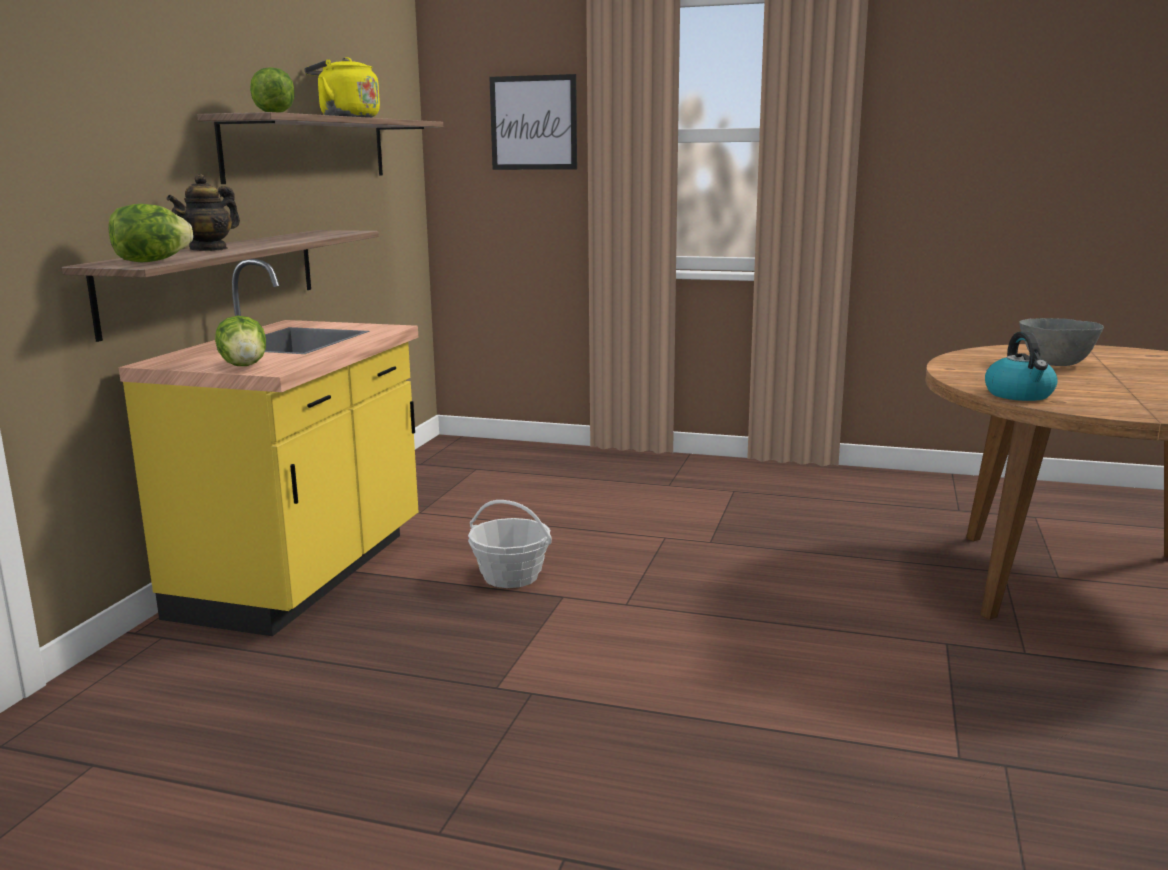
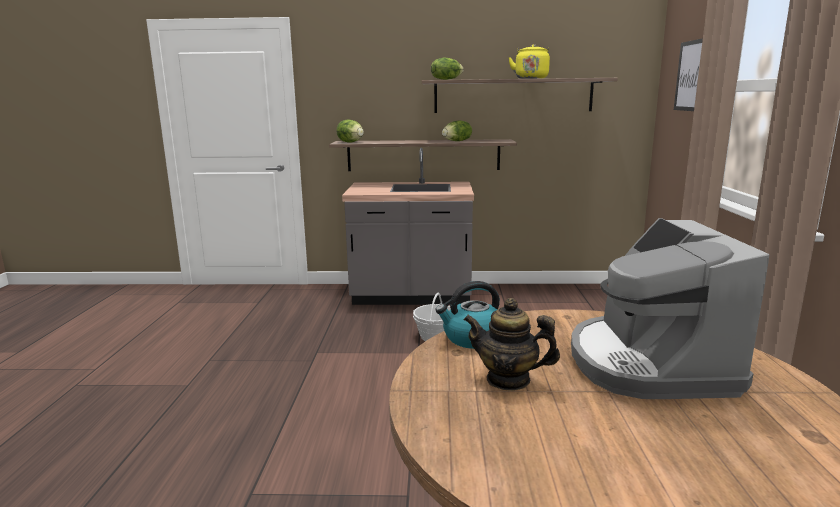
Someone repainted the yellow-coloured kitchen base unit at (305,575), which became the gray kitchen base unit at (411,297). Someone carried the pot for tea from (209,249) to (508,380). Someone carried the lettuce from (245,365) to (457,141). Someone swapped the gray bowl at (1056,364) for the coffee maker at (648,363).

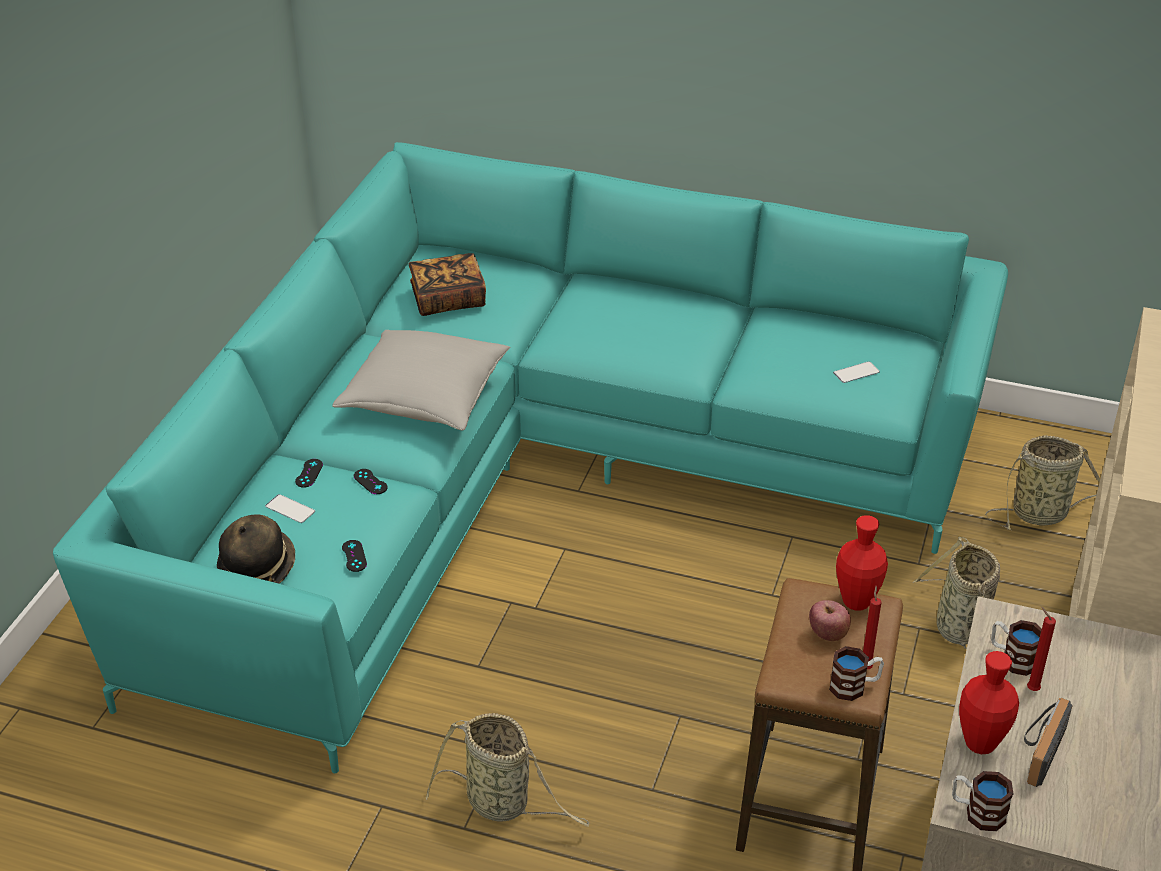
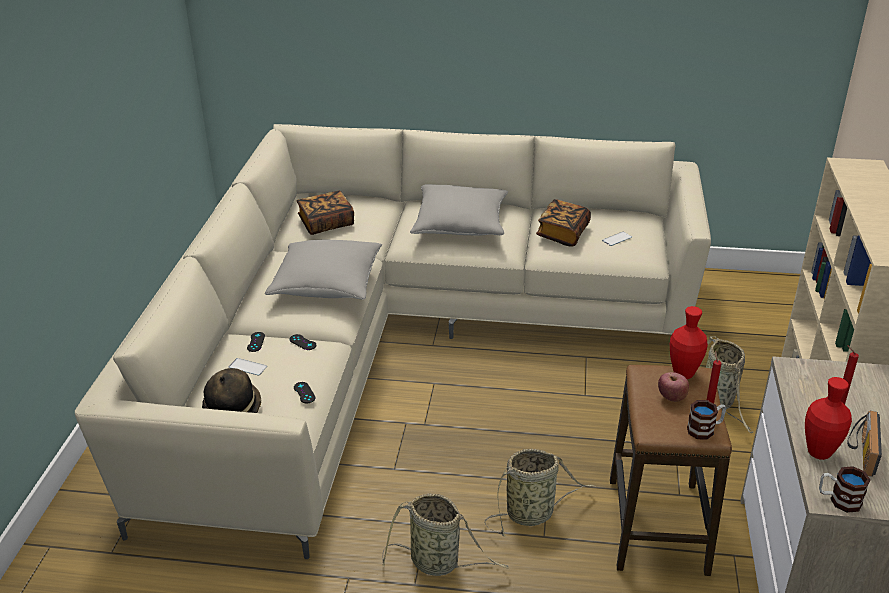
Someone repainted the blue-green couch at (527,478), which became the sand-coloured couch at (395,341). Someone carried the basket from (1043,513) to (533,513). Someone took away the coffee mug at (1012,658). Someone put down the gray pillow at (460,224). Someone put down the volume at (563,234).

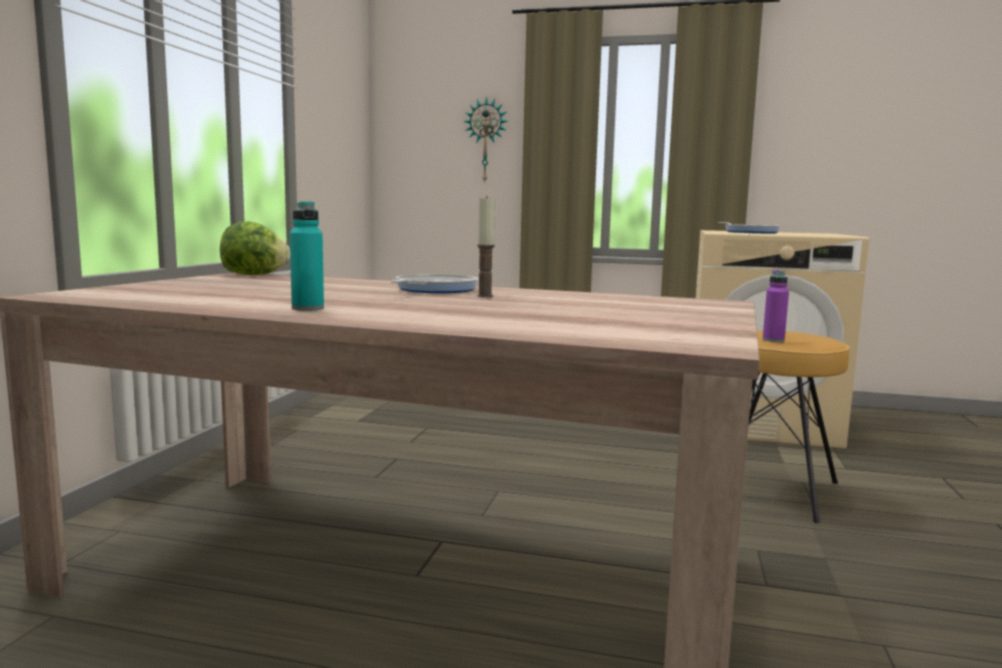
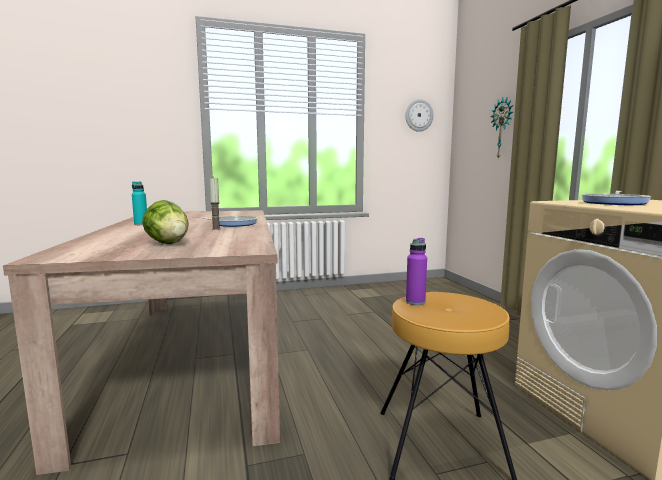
Someone carried the lettuce from (254,275) to (168,243). Someone put up the wall clock at (418,115).

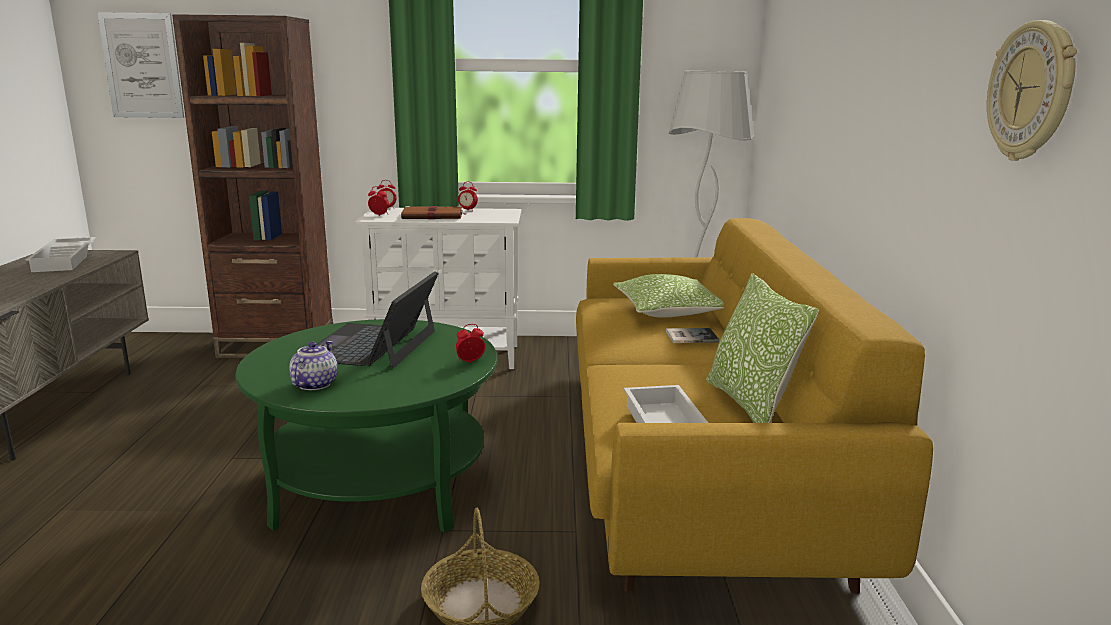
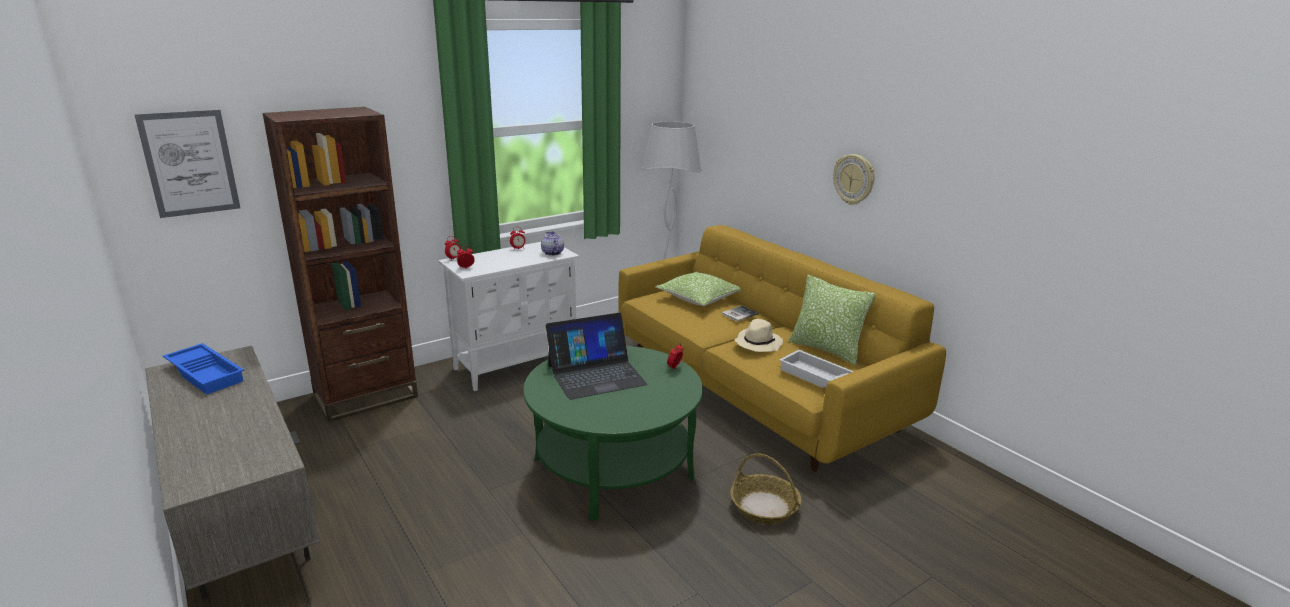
Someone repainted the whitish serving tray at (66,260), which became the blue-coloured serving tray at (207,373). Someone carried the pot for tea from (314,384) to (552,253). Someone rotated the notebook computer at (371,345) by 90 degrees counterclockwise. Someone took away the brown-coloured volume at (433,216). Someone carried the wall clock from (1032,92) to (854,179). Someone put down the sand-coloured clothing hat at (758,343).

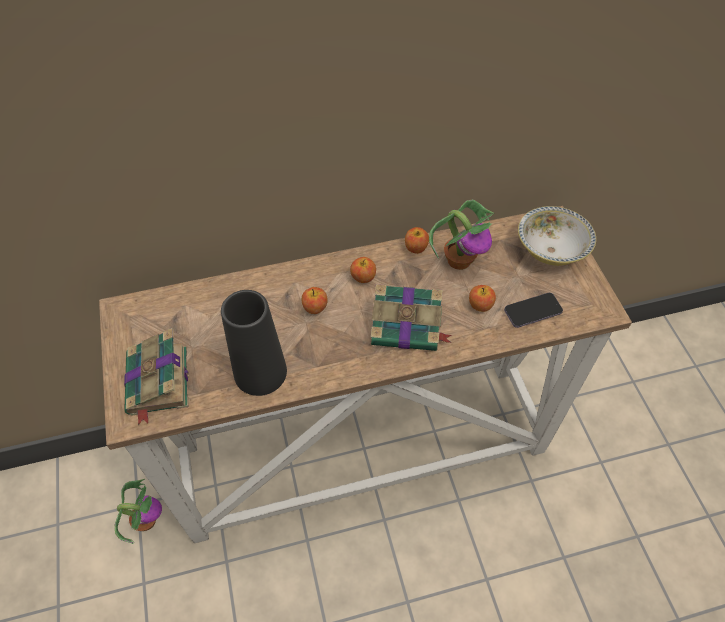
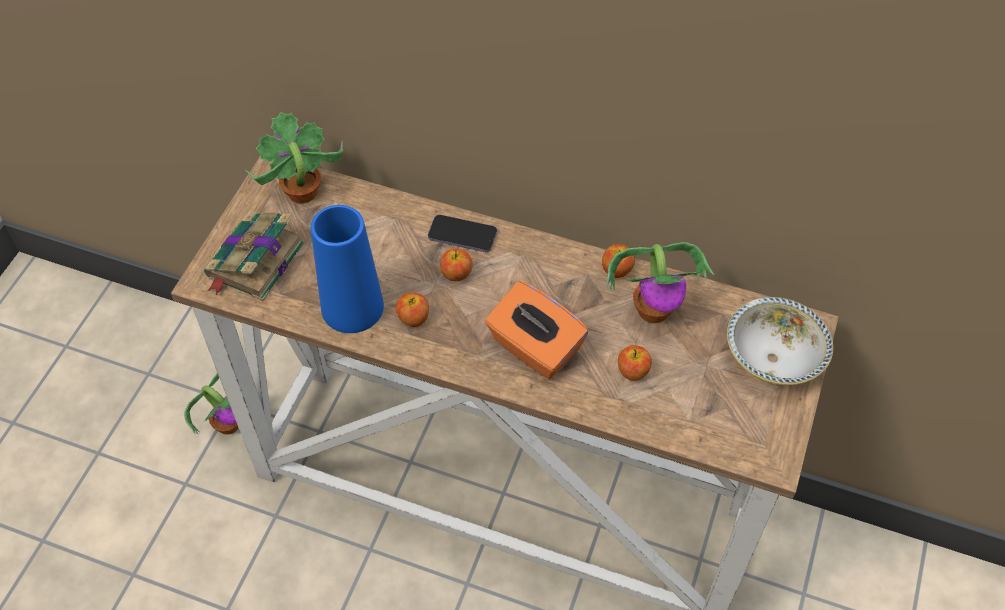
Someone repainted the black-coloured decorative vase at (260,372), which became the blue-coloured decorative vase at (352,307). Someone carried the whole apple from (363,277) to (413,318). Someone swapped the volume at (407,326) for the orangey box of tissues at (534,348). Someone carried the handset from (532,311) to (462,235). Someone put down the potted plant at (301,193).

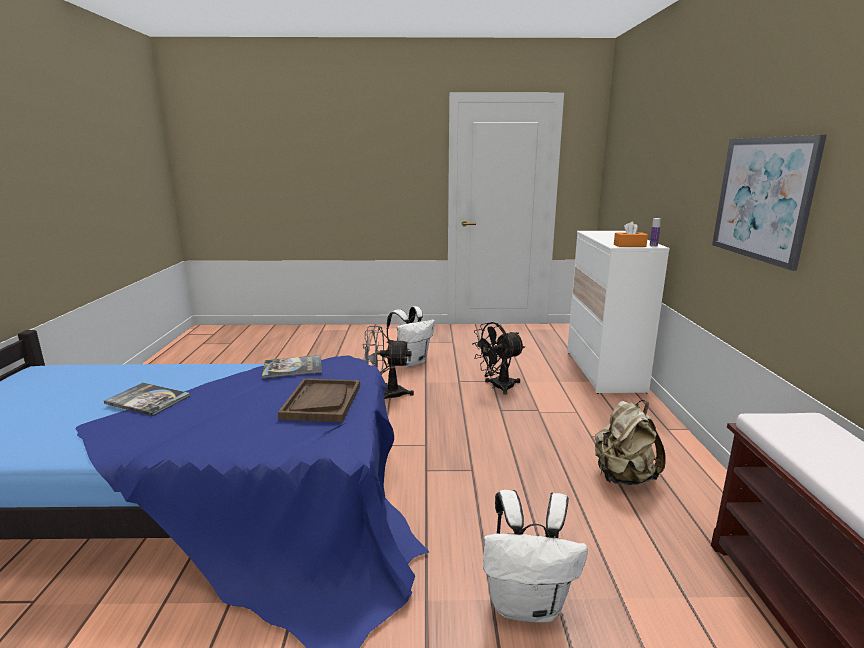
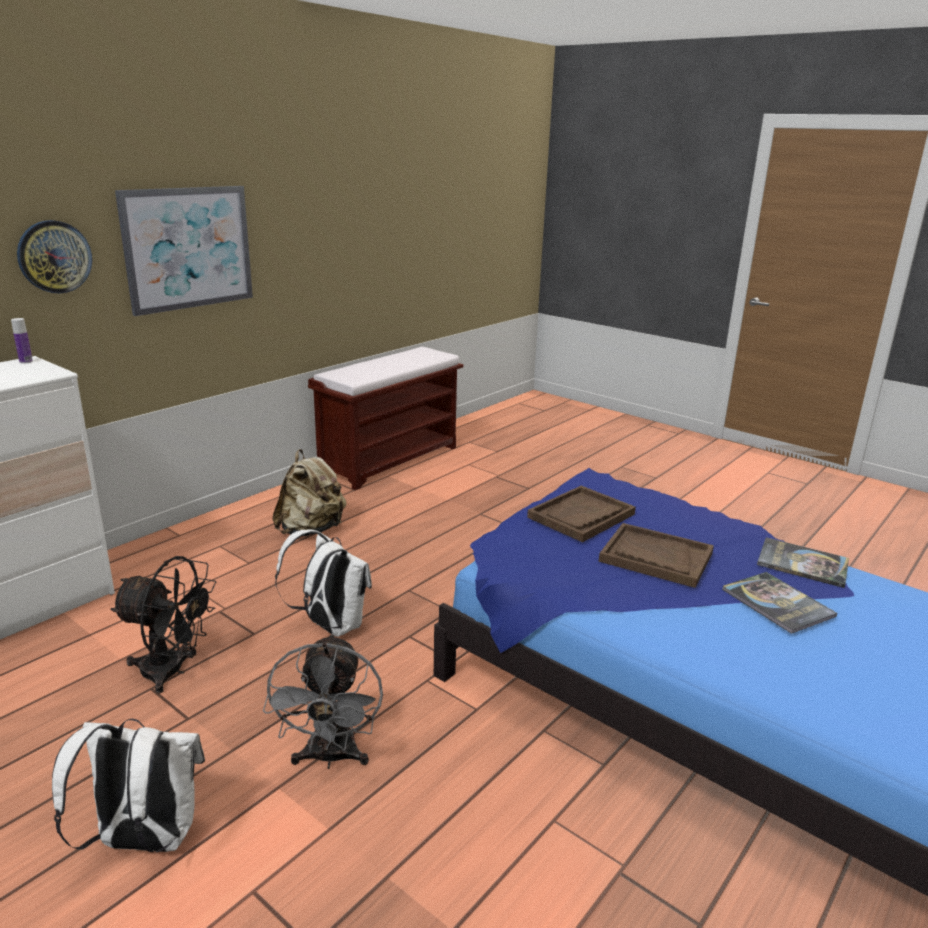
Someone carried the volume from (293,367) to (802,563). Someone rotated the gray fan at (386,394) by 45 degrees clockwise. Someone carried the whitish backpack from (527,604) to (330,626). Someone took away the orangey box of tissues at (629,245). Someone put up the wall clock at (54,257). Someone put down the brown-coloured serving tray at (655,557).

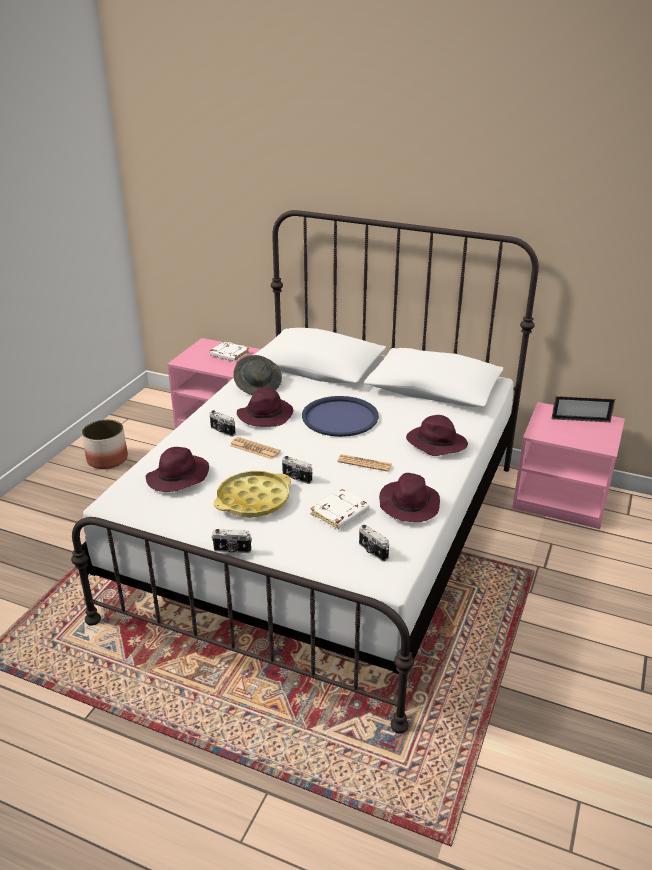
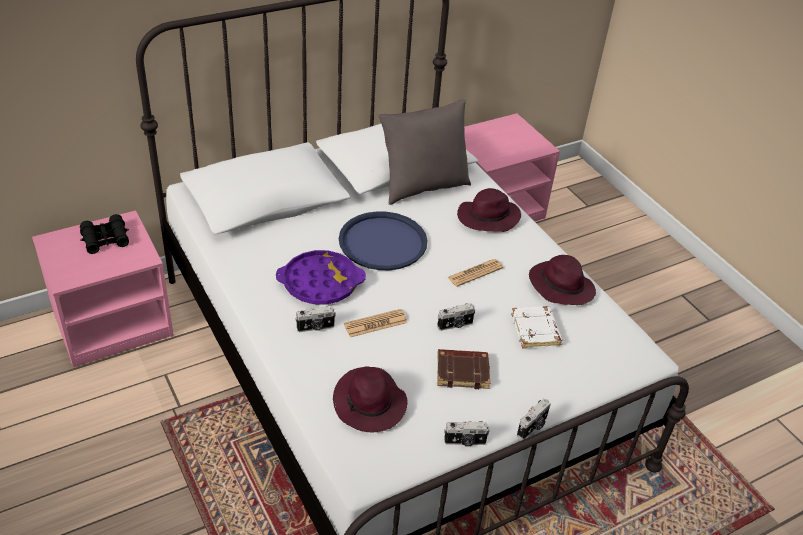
Someone took away the flower pot at (107,459). Someone swapped the whitish volume at (228,354) for the black-coloured field glasses at (105,239). Someone swapped the yellow-coloured serving tray at (253,500) for the brown-coloured volume at (463,371). Someone took away the gray clothing hat at (258,386). Someone swapped the purple-coloured clothing hat at (265,415) for the purple-coloured serving tray at (320,283). Someone carried the photo camera from (372,551) to (465,442). Someone took away the picture frame at (580,420). Someone put down the gray pillow at (423,187).

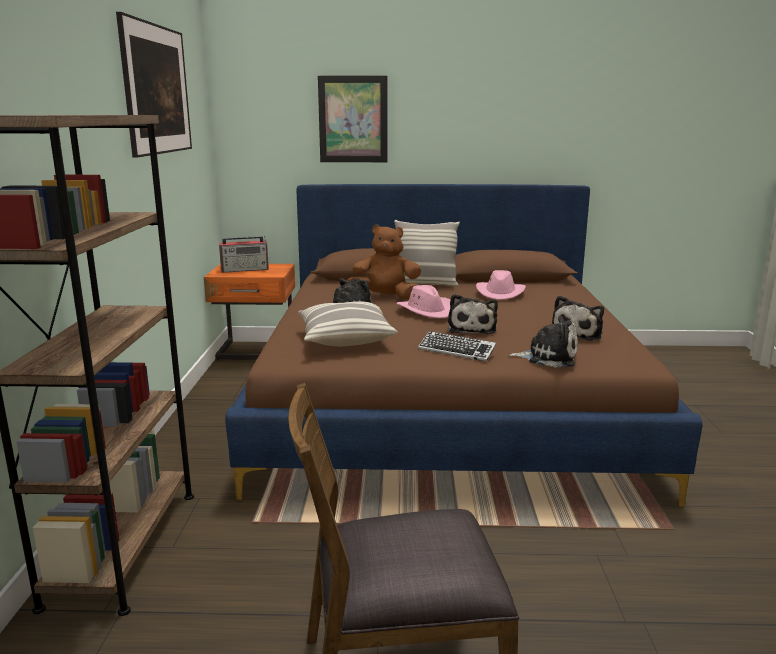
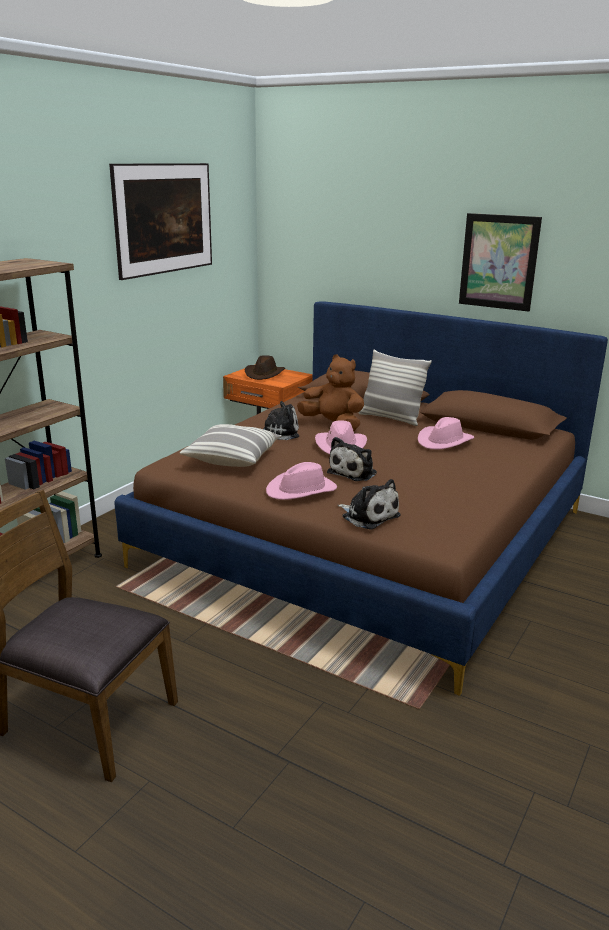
Someone swapped the radio set at (245,269) for the brown-coloured clothing hat at (264,374). Someone carried the picture from (353,119) to (498,262). Someone swapped the keyboard at (456,351) for the pink-coloured clothing hat at (302,490). Someone took away the cuddly toy at (578,333).

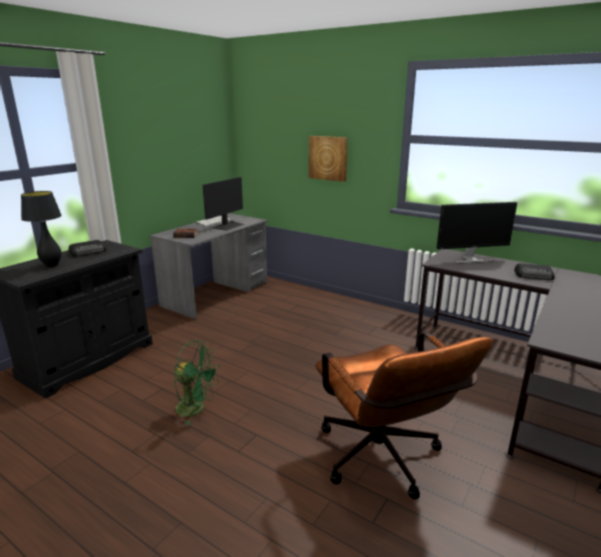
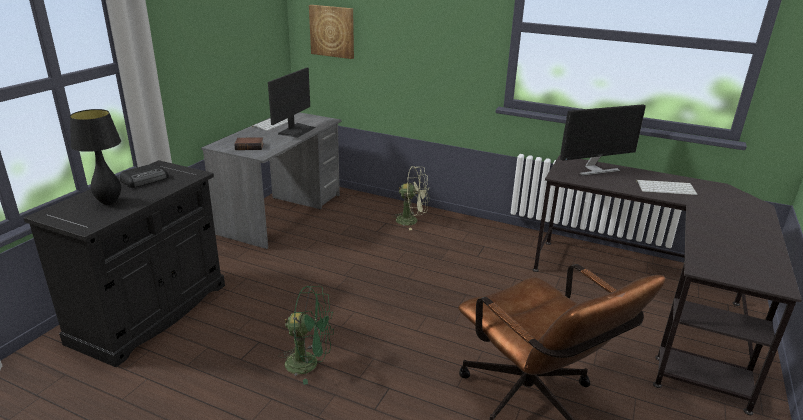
Someone carried the picture from (328,158) to (332,31). Someone swapped the radio set at (534,275) for the keyboard at (666,188). Someone put down the green fan at (412,221).

